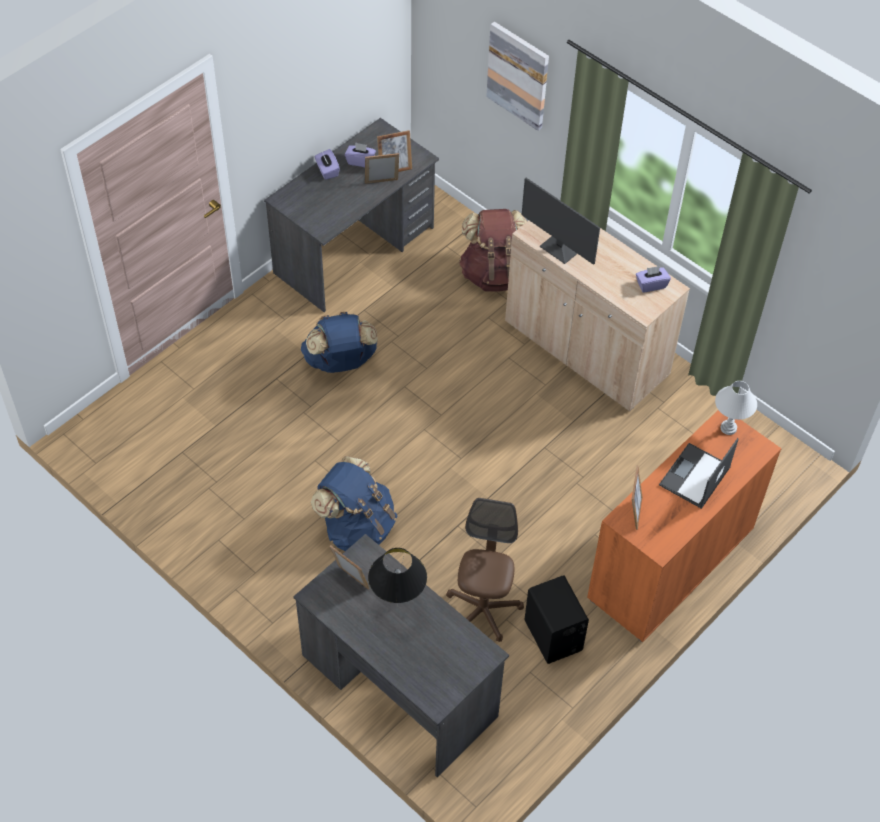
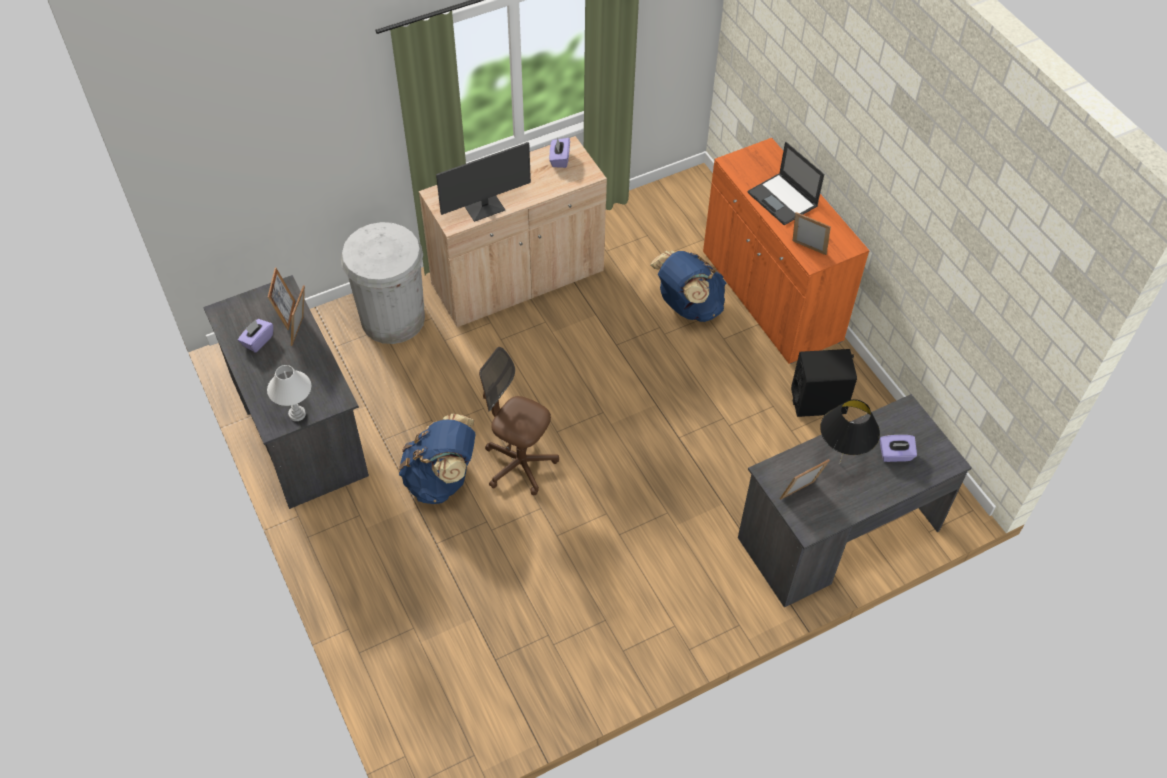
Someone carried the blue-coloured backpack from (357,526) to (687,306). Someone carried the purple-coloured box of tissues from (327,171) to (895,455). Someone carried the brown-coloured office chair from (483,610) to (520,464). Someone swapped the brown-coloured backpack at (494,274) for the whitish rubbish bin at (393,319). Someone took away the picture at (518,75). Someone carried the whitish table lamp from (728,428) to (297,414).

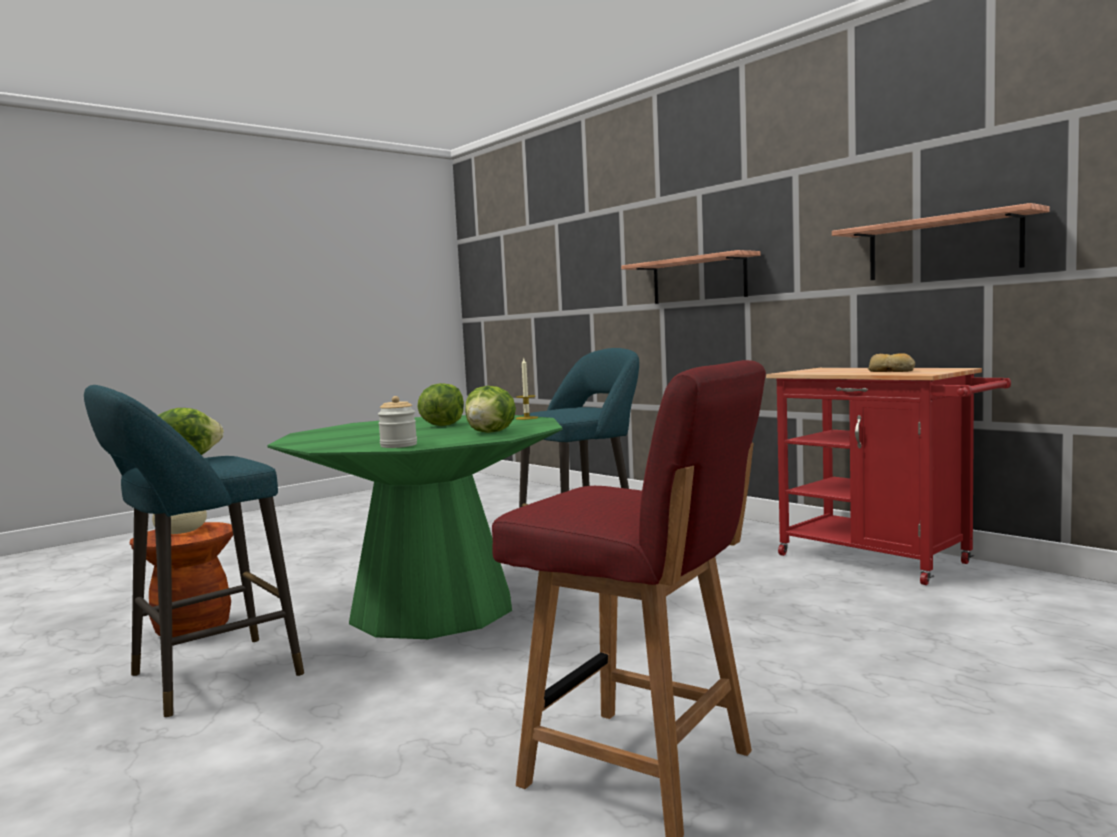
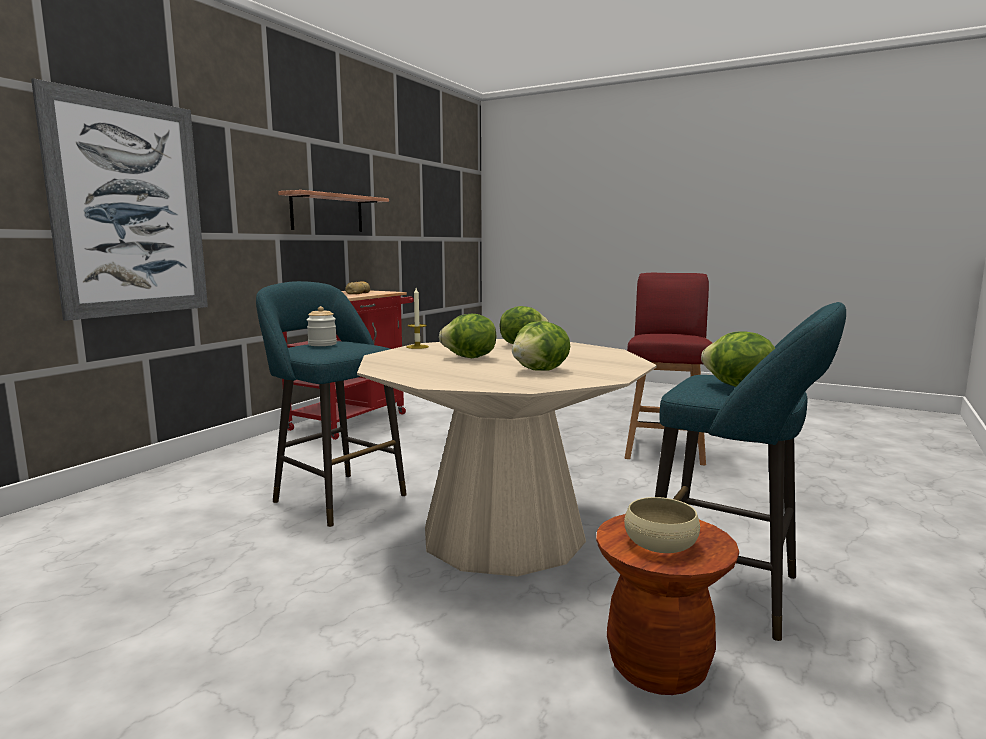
Someone repainted the green kitchen table at (432,608), which became the sand-coloured kitchen table at (503,534). Someone carried the preserve jar from (398,445) to (322,344). Someone swapped the shelf at (698,279) for the picture at (130,208). Someone put down the lettuce at (541,371).

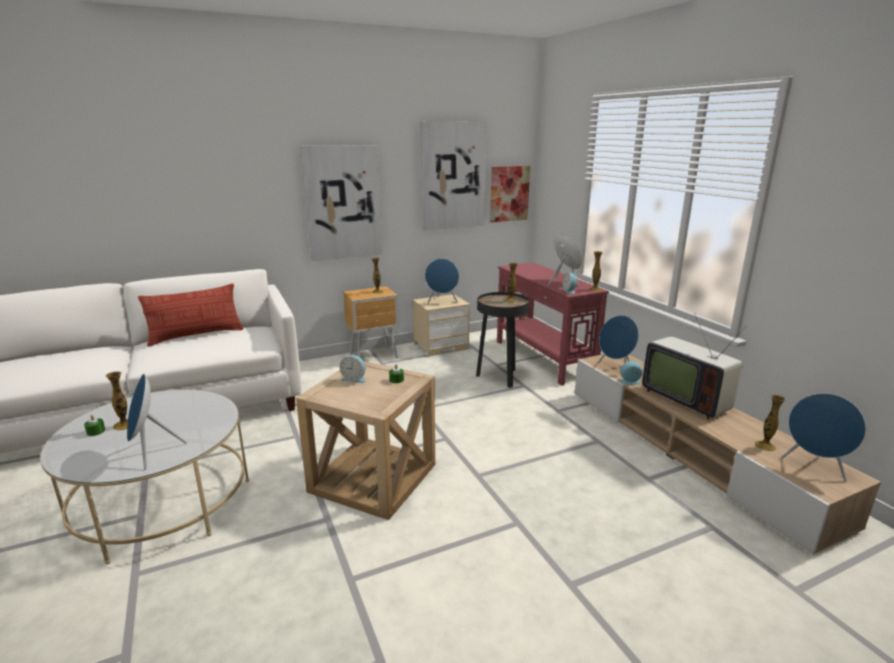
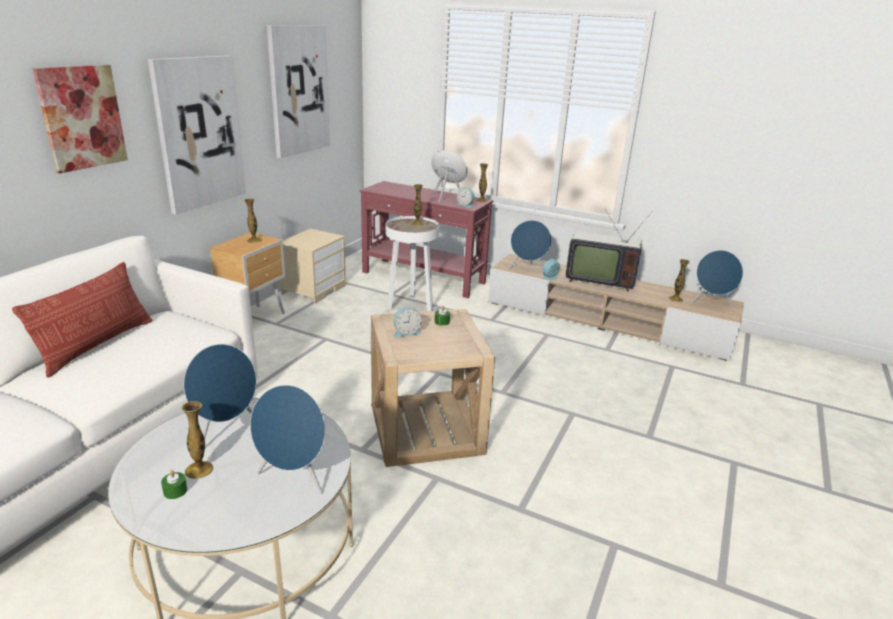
Someone carried the blue-coloured speaker from (441,302) to (226,431). Someone repainted the black-coloured side table at (500,377), which became the whitish side table at (410,305). Someone carried the picture from (509,193) to (82,117).

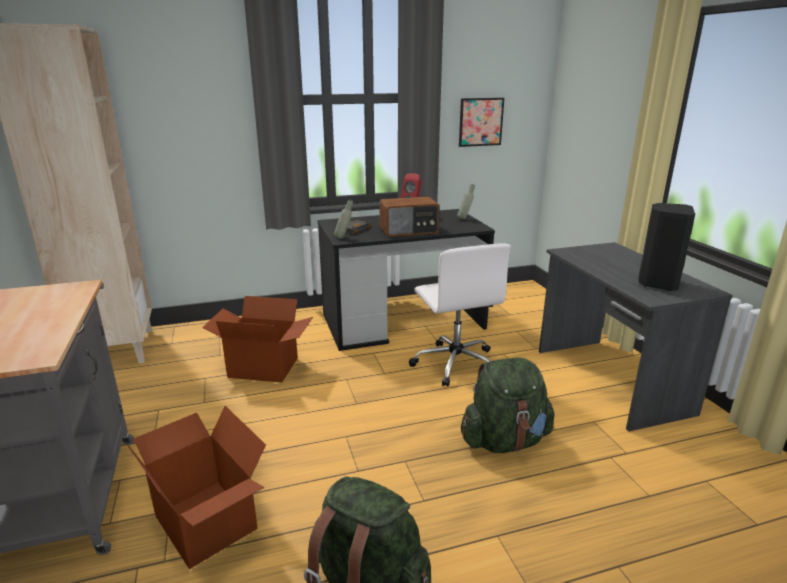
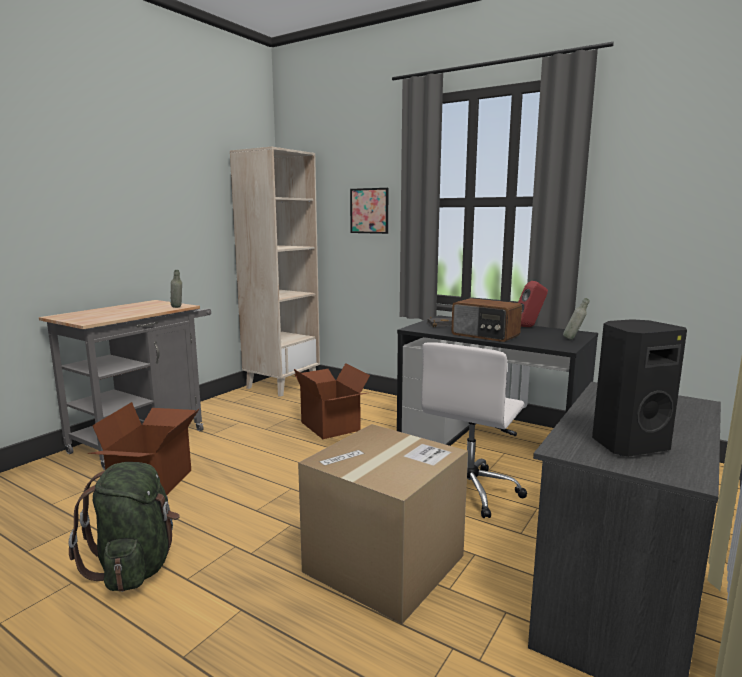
Someone carried the gray bottle from (344,238) to (177,308). Someone carried the picture from (480,122) to (369,211). Someone swapped the green backpack at (505,441) for the packing box at (384,563).

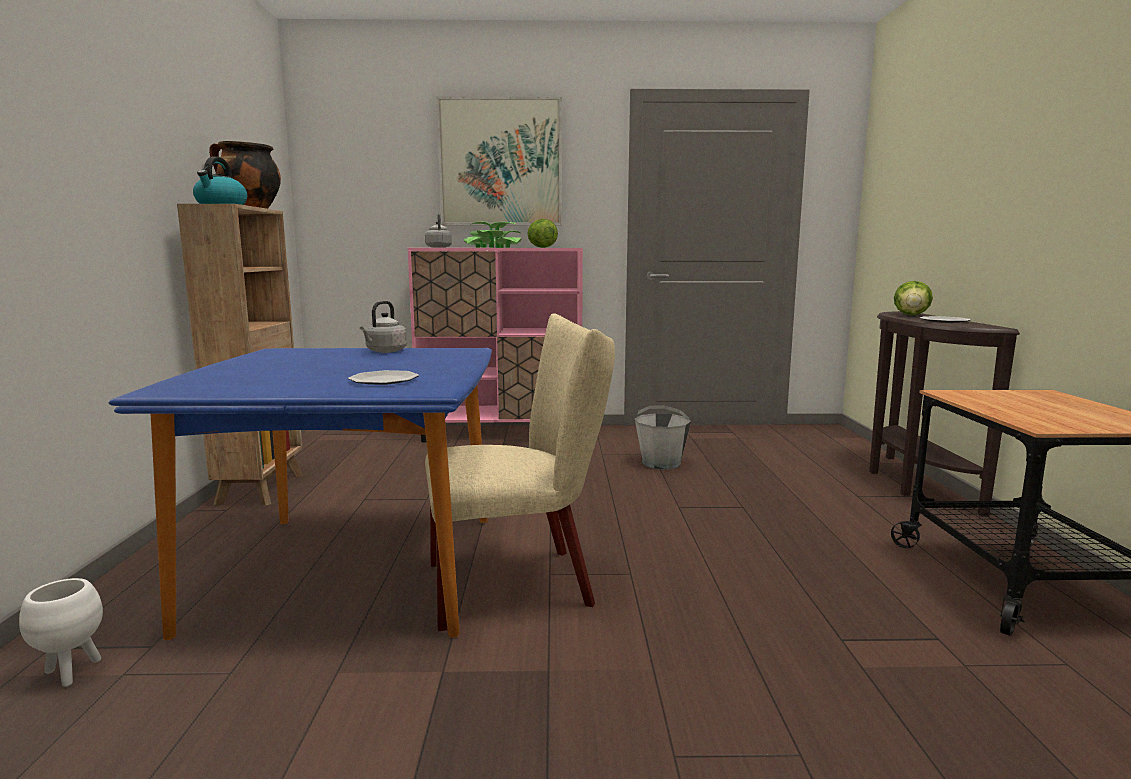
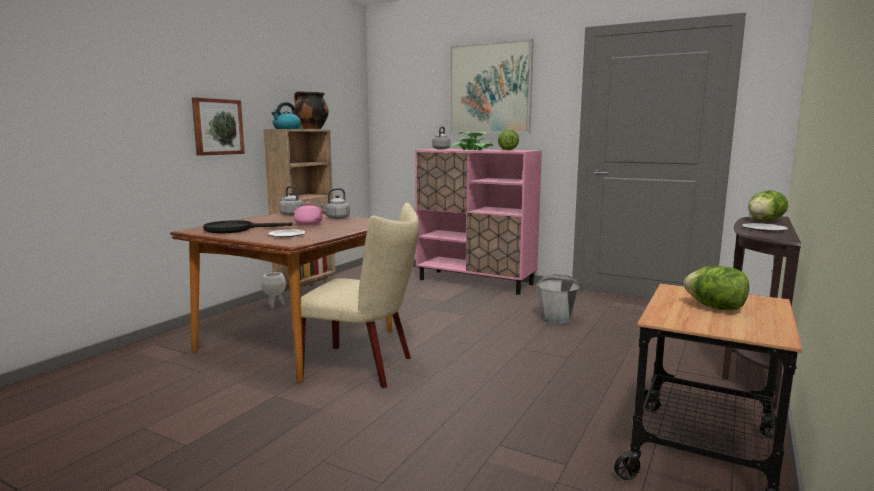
Someone carried the whitish flower pot from (71,673) to (274,305). Someone repainted the blue-coloured kitchen table at (355,569), which became the brown-coloured kitchen table at (298,341). Someone put up the picture at (217,127). Someone put down the black-coloured pan at (236,229). Someone put down the gray kettle at (291,214). Someone put down the pink-coloured pot for tea at (309,224). Someone put down the lettuce at (715,307).

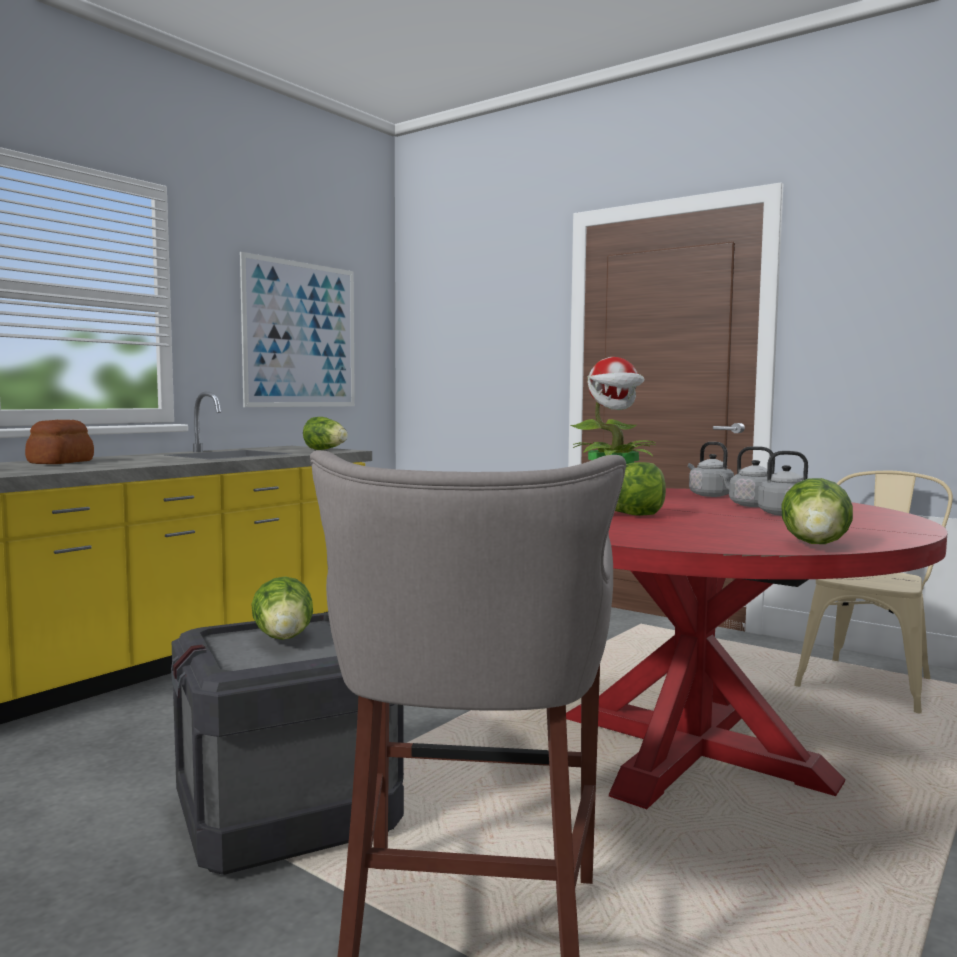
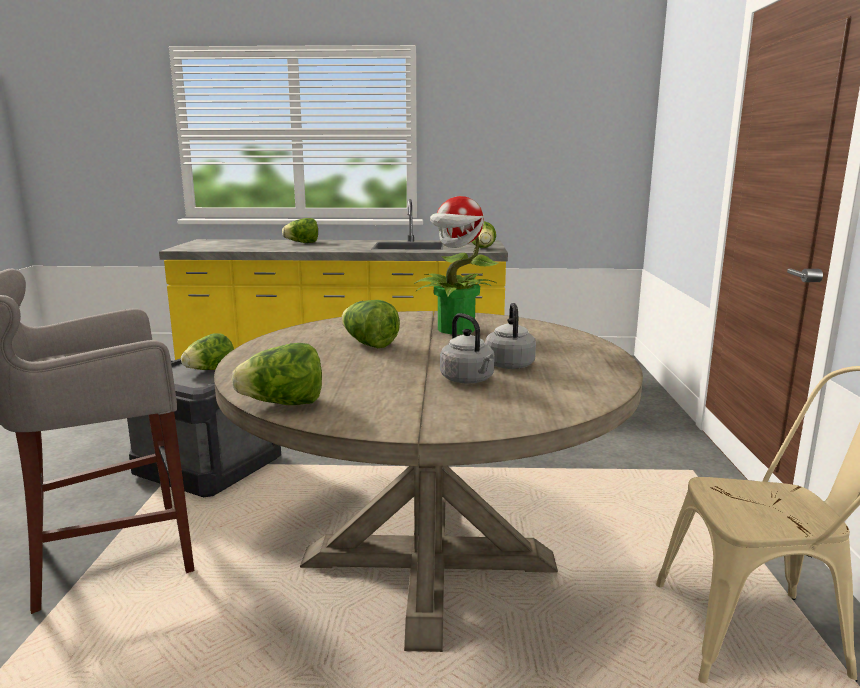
Someone swapped the baked bread at (62,462) for the lettuce at (302,243). Someone took away the picture at (301,335). Someone repainted the red-coloured kitchen table at (690,749), which became the sand-coloured kitchen table at (428,562). Someone took away the gray kettle at (708,495).

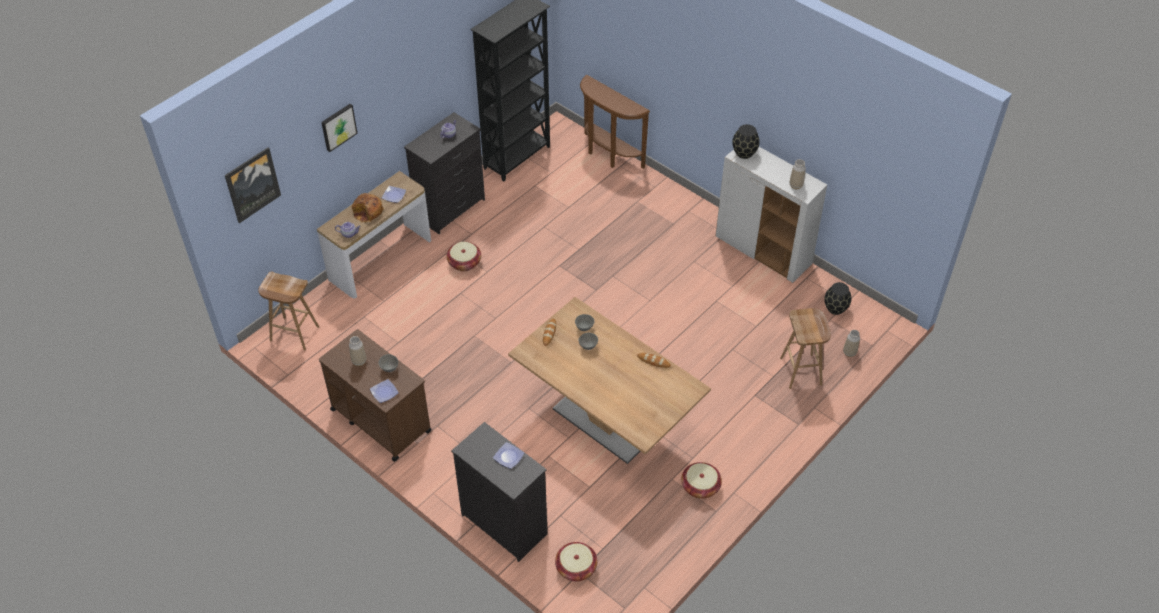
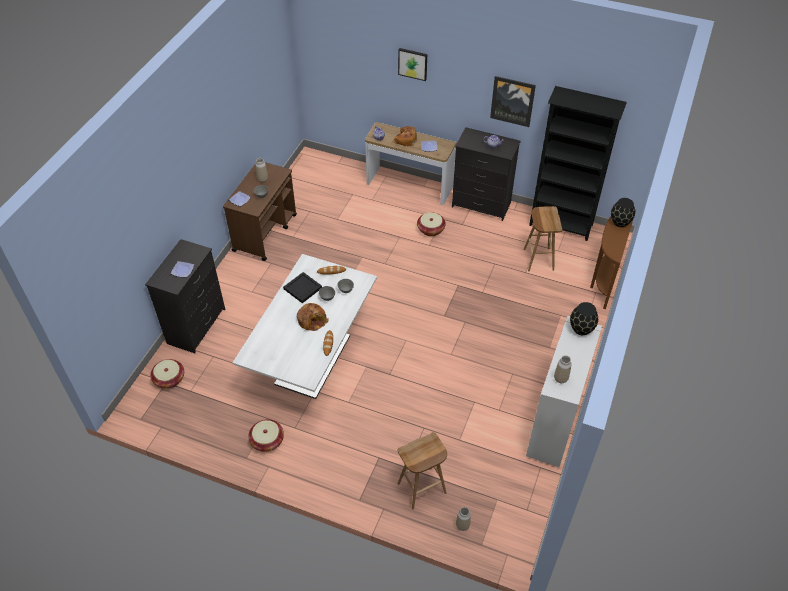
Someone carried the picture from (252,184) to (512,101). Someone carried the brown-coloured stool seat from (293,334) to (538,259). Someone repainted the brown-coloured kitchen table at (607,419), which became the whitish kitchen table at (313,359). Someone carried the black-coloured decorative vase from (835,308) to (620,222). Someone put down the black-coloured serving tray at (302,289). Someone put down the baked bread at (312,320).

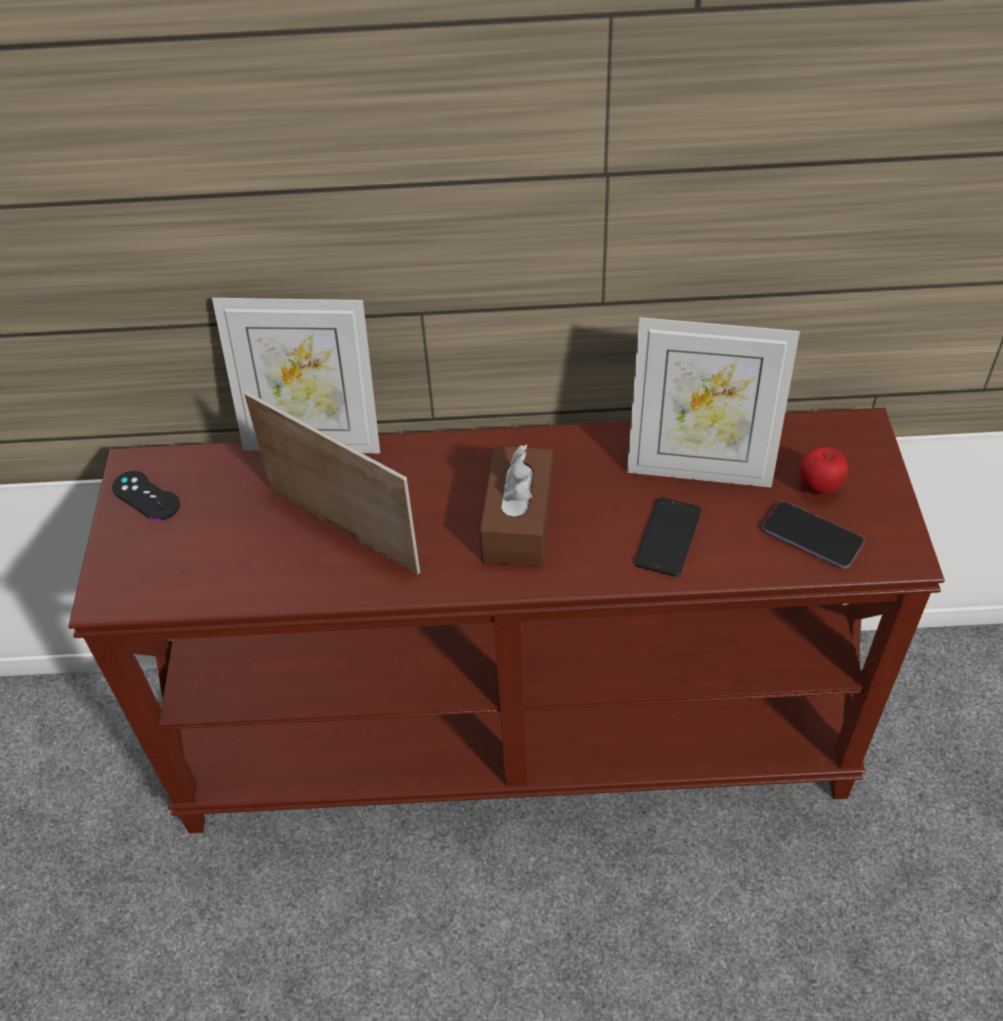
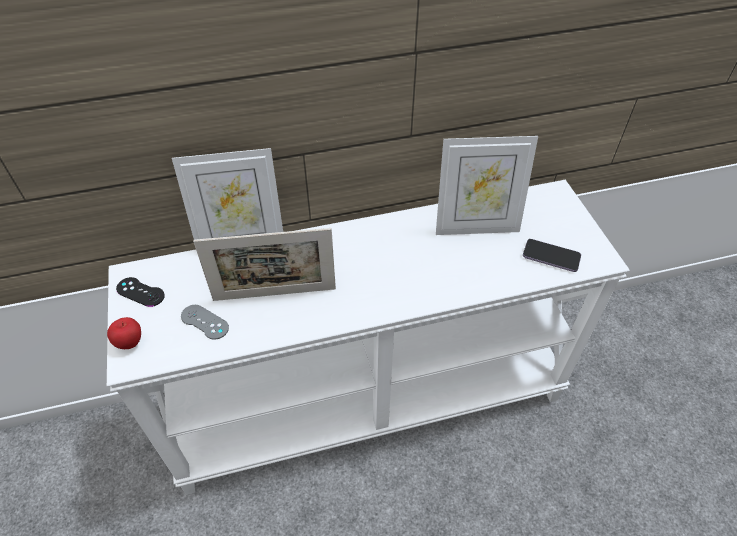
Someone repainted the brown-coloured console table at (515,733), which became the whitish console table at (368,397). Someone rotated the picture frame at (343,530) by 150 degrees clockwise. Someone took away the brown-coloured box of tissues at (518,520). Someone took away the handset at (668,537). Someone carried the whole apple from (818,486) to (130,342). Someone put down the gray joypad at (204,322).

